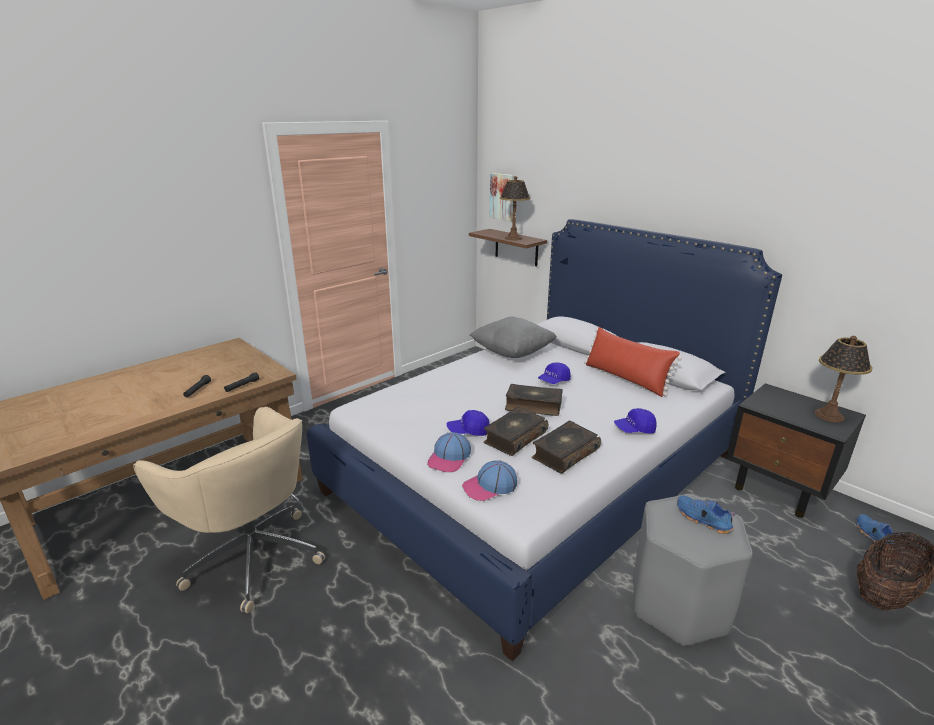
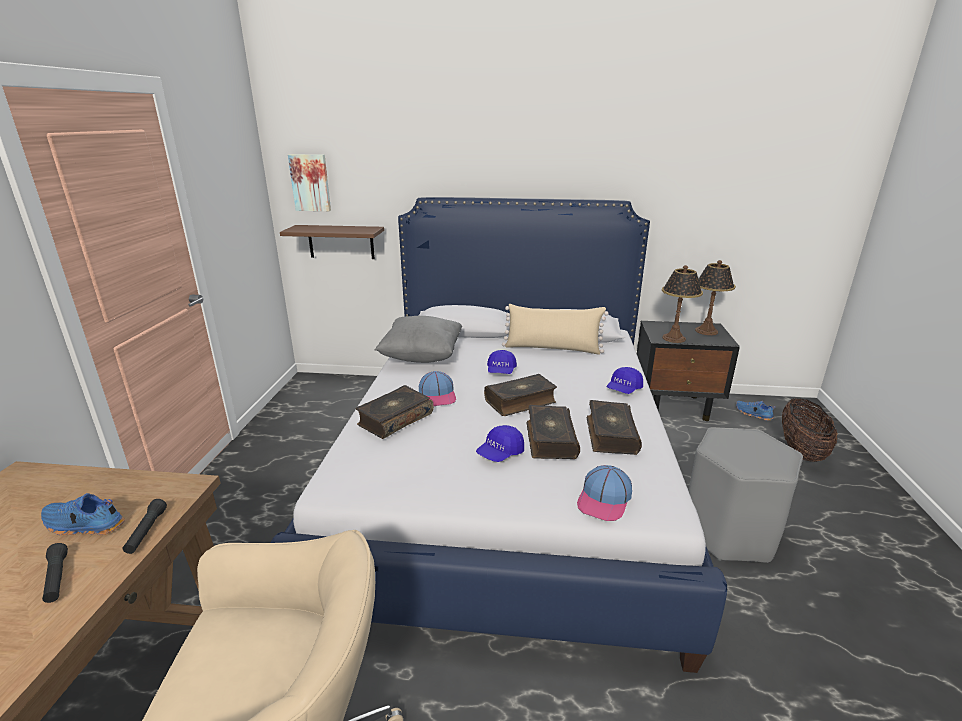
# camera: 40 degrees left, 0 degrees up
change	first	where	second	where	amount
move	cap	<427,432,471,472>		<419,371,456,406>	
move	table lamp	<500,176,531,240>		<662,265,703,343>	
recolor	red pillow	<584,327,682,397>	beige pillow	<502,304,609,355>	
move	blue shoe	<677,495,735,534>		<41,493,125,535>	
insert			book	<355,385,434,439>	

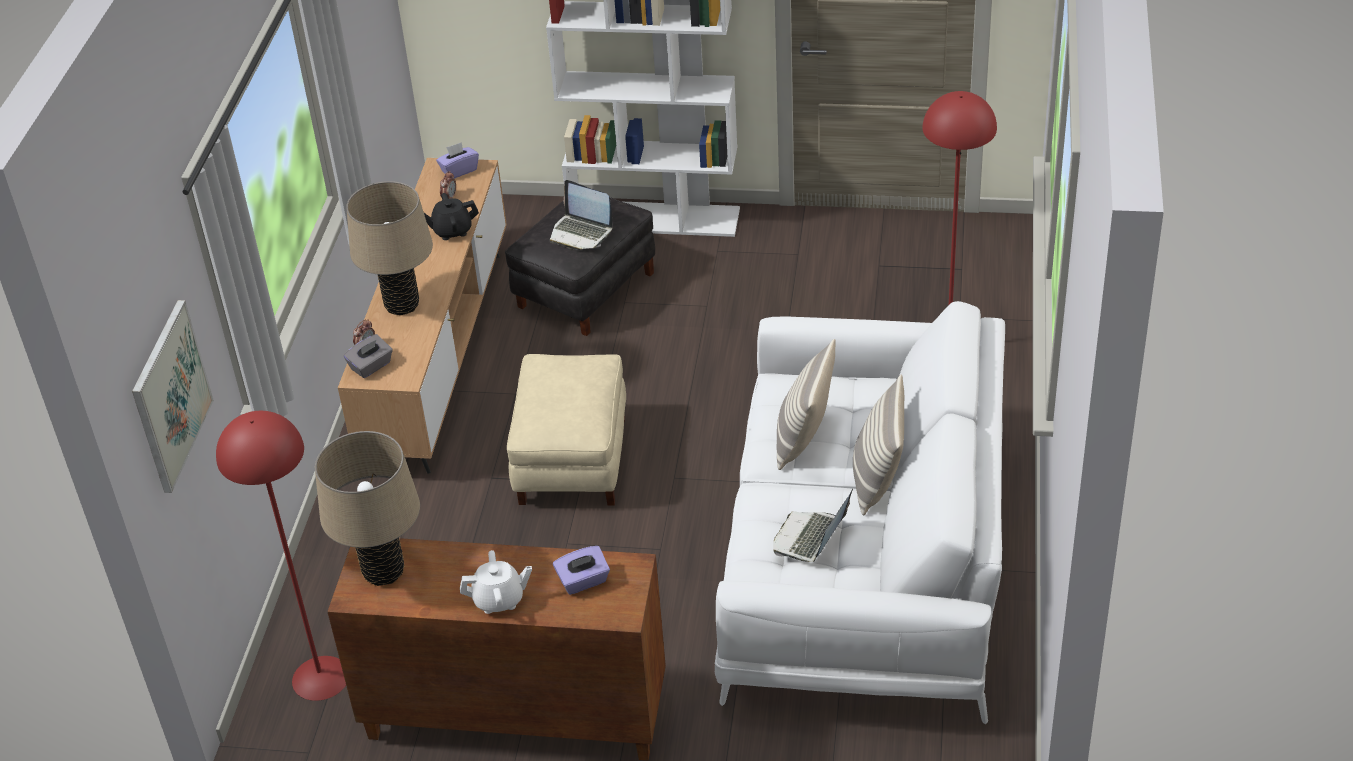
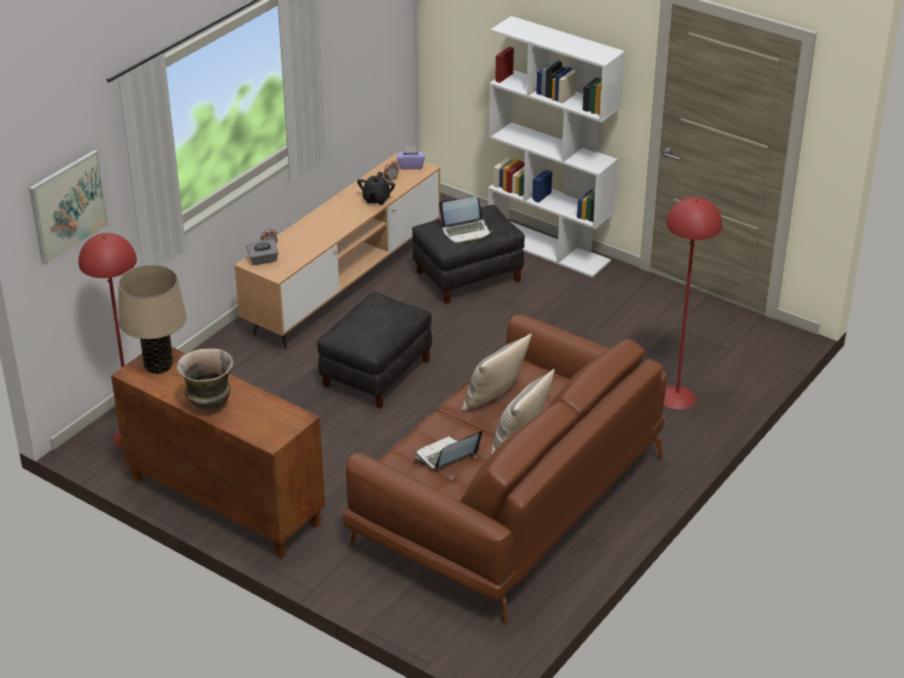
# camera: 25 degrees right, 5 degrees down
change	first	where	second	where	amount
delete	beige table lamp	<346,181,433,316>			
rotate	black teapot	<424,193,479,240>		<357,172,395,205>	90 degrees counterclockwise
replace	white teapot	<460,550,532,614>	vase	<177,348,233,413>	
recolor	beige ottoman	<507,354,626,506>	black ottoman	<317,292,432,409>	
rotate	laptop	<550,180,613,250>		<439,196,492,244>	75 degrees counterclockwise
delete	purple tissue box	<553,546,610,595>			
recolor	white sofa	<715,301,1005,724>	brown sofa	<343,315,667,626>	

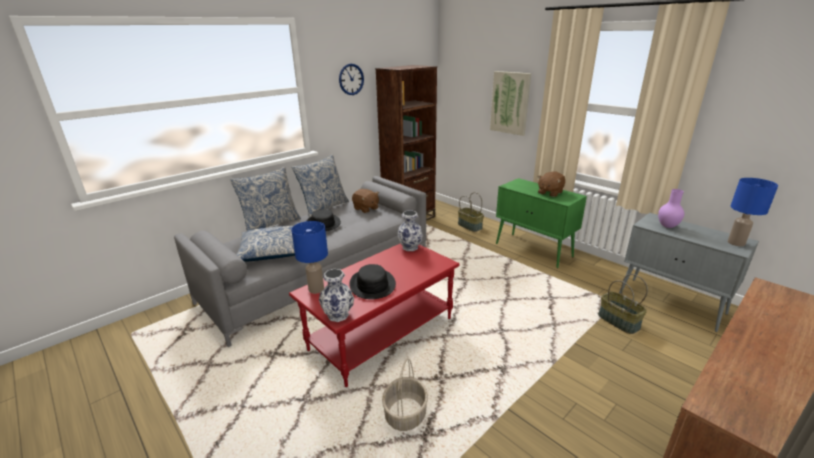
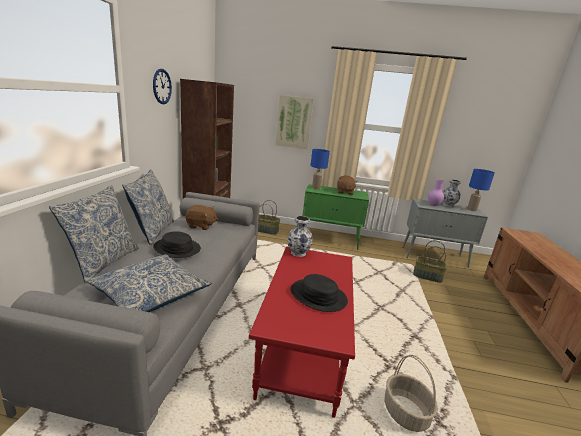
# camera: 40 degrees left, 5 degrees down
change	first	where	second	where	amount
move	blue table lamp	<291,221,328,294>		<310,149,330,189>	
move	vase	<319,269,354,322>		<443,179,461,207>	

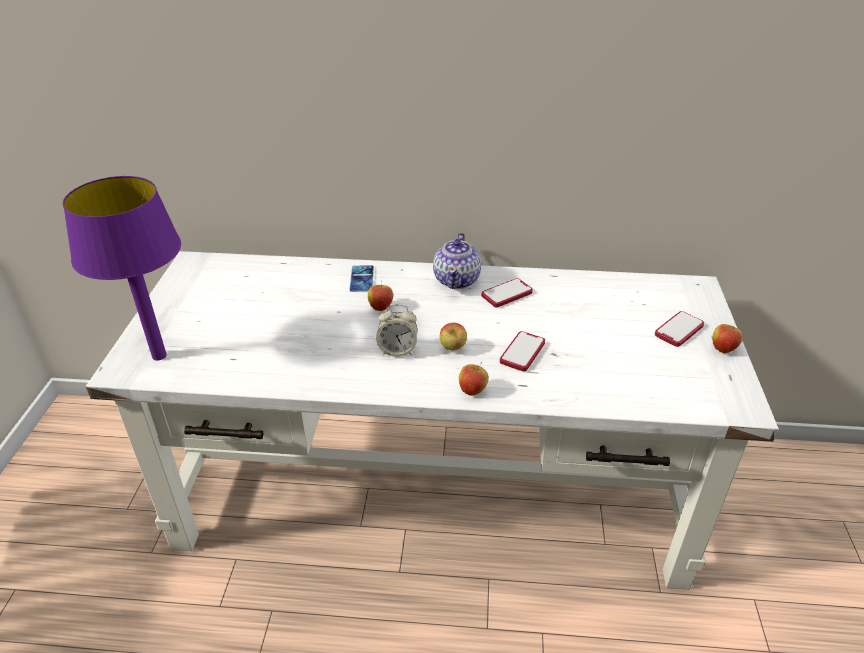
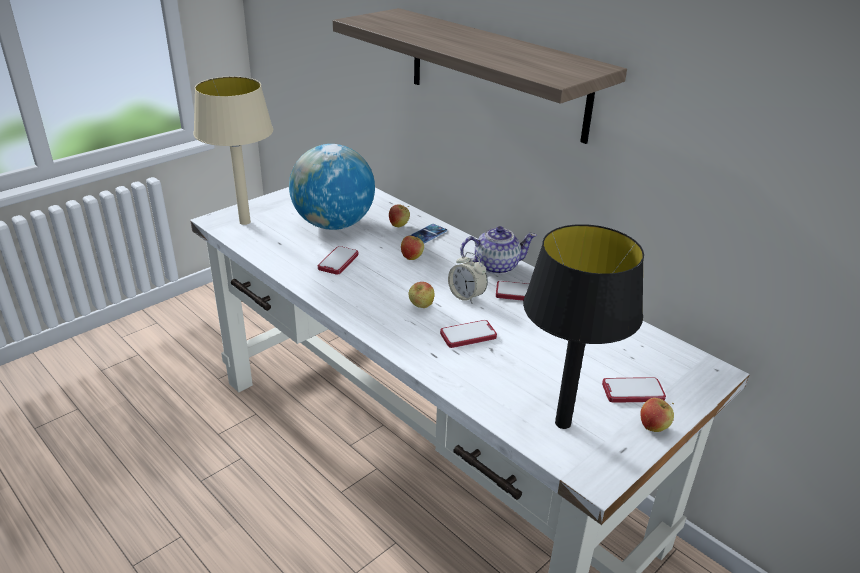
# camera: 40 degrees right, 5 degrees down
change	first	where	second	where	amount
recolor	purple table lamp	<63,176,181,361>	beige table lamp	<193,76,273,225>	
move	alarm clock	<376,304,417,357>		<448,252,488,303>	
rotate	teapot	<433,233,481,289>		<460,226,537,274>	150 degrees counterclockwise
move	apple	<459,362,489,396>		<389,204,410,228>	
insert			globe	<289,144,375,230>	
insert			phone	<318,246,359,275>	
insert			shelf	<333,8,627,144>	
insert			black table lamp	<523,224,644,429>	

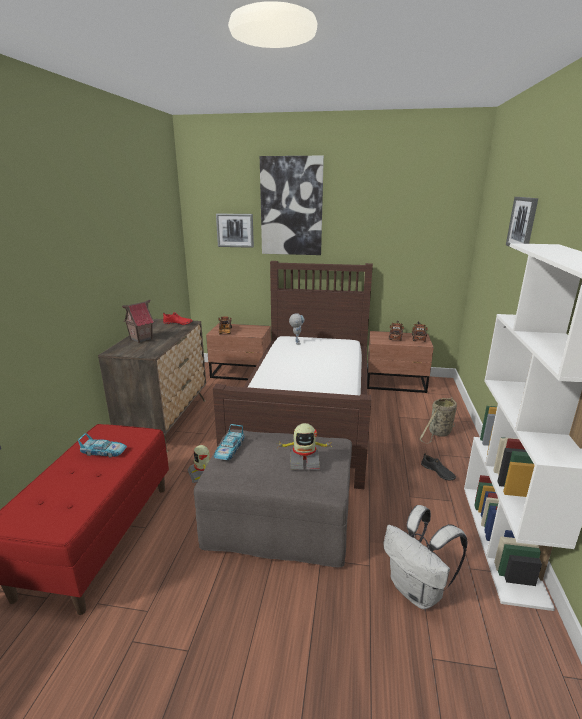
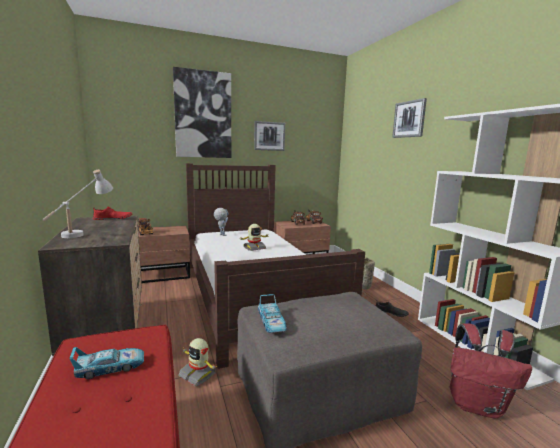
# camera: 30 degrees left, 10 degrees down
change	first	where	second	where	amount
replace	toy house	<122,300,155,343>	white table lamp	<42,170,113,238>	
move	picture	<216,214,254,248>		<254,121,285,151>	
move	toy robot	<276,423,333,470>		<240,224,269,251>	
recolor	white backpack	<383,505,467,609>	red backpack	<450,323,532,419>	

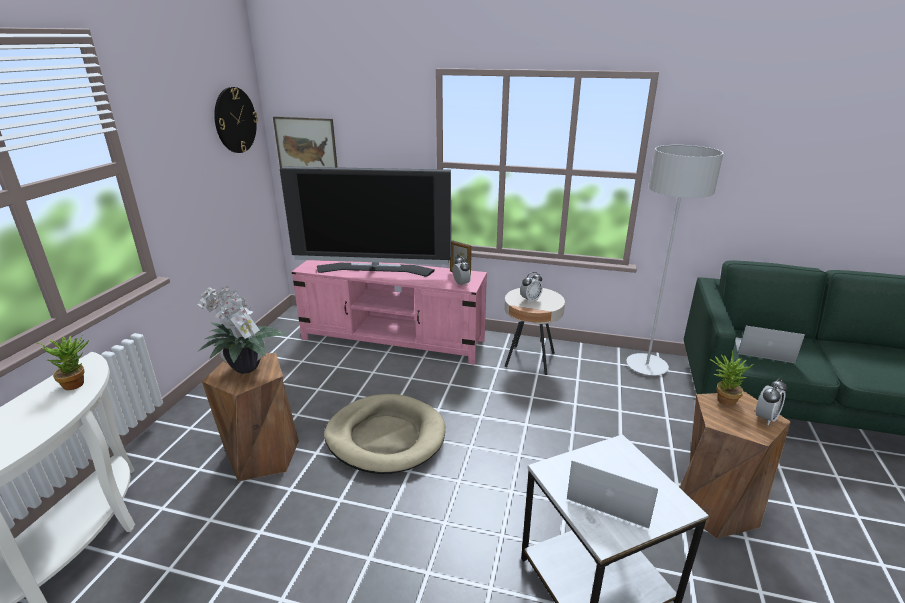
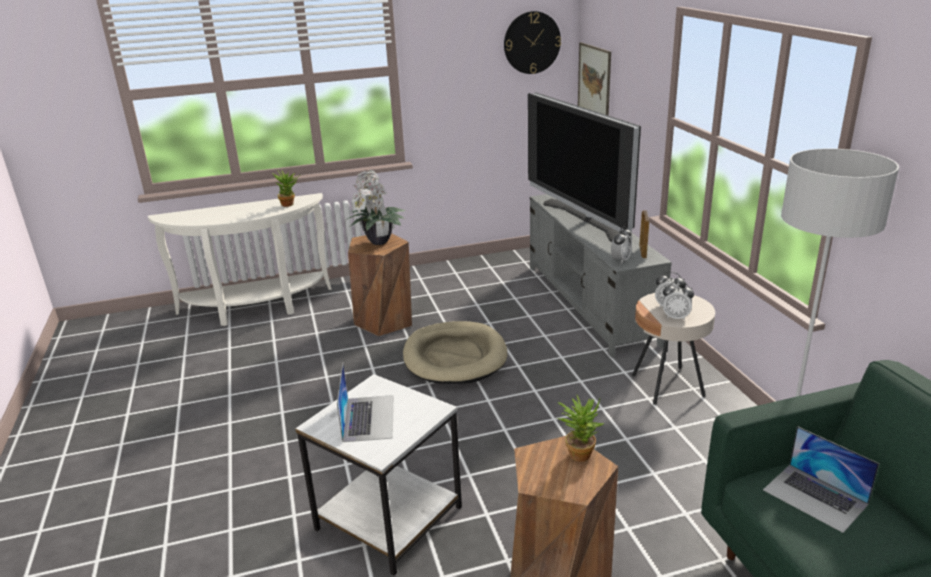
# camera: 60 degrees right, 0 degrees up
change	first	where	second	where	amount
recolor	pink tv stand	<292,260,487,365>	grey tv stand	<530,194,672,358>	
rotate	laptop	<735,326,805,363>		<763,426,879,533>	150 degrees clockwise
move	alarm clock	<756,378,788,425>		<663,282,694,321>	

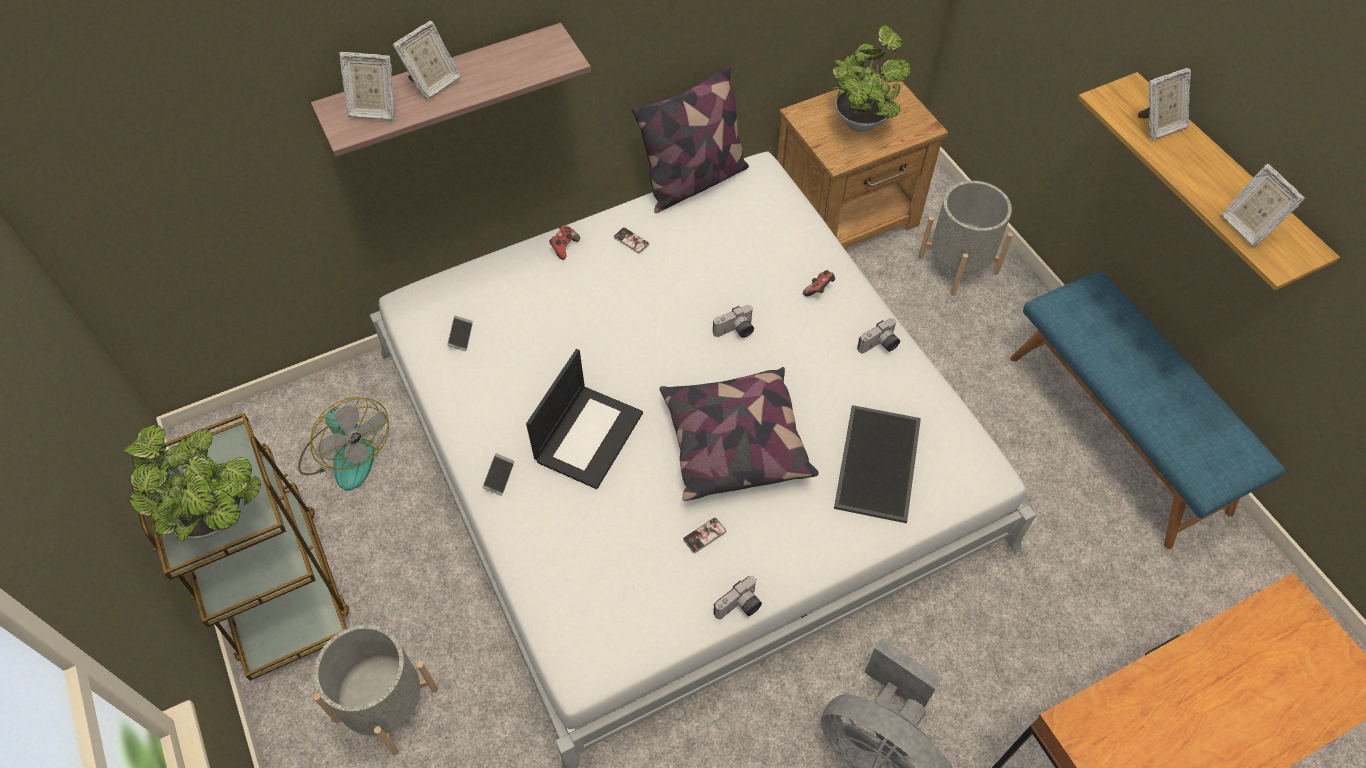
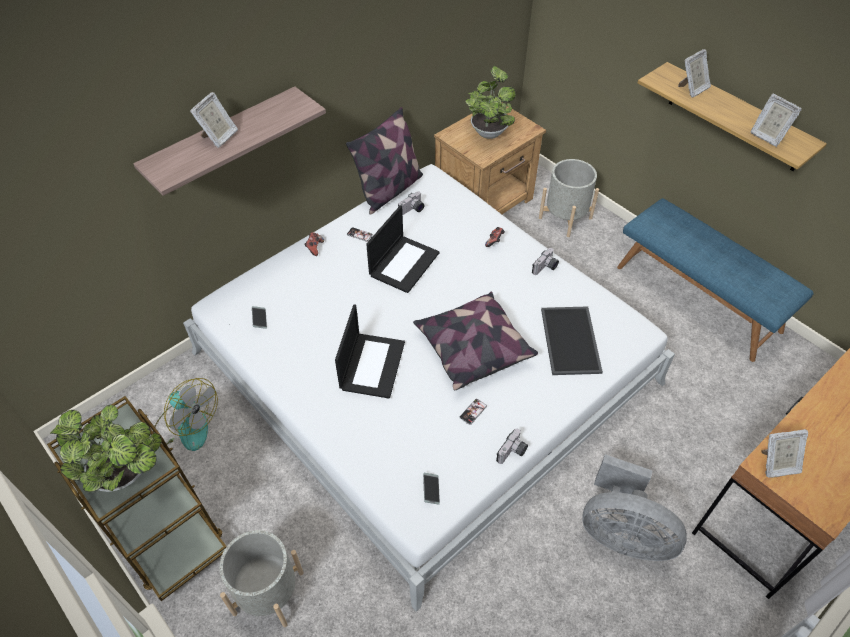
# camera: 15 degrees left, 5 degrees down
change	first	where	second	where	amount
move	picture frame	<339,52,394,120>		<761,429,808,478>	
move	phone	<483,453,514,496>		<423,473,440,505>	
move	photo camera	<713,305,754,338>		<398,191,424,215>	
insert			laptop	<366,205,440,293>	

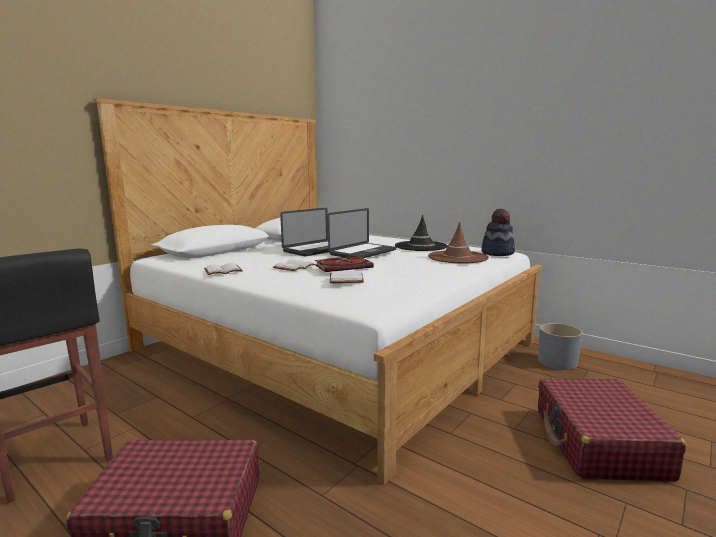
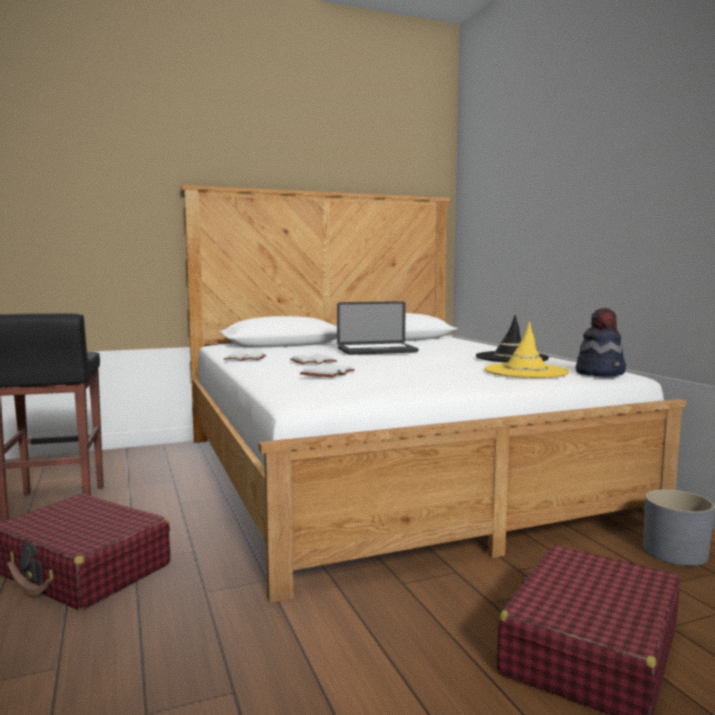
# camera: 30 degrees right, 5 degrees down
change	first	where	second	where	amount
delete	book	<315,256,374,272>			
delete	laptop	<328,208,396,258>			
recolor	brown hat	<428,221,489,263>	yellow hat	<484,322,570,378>	

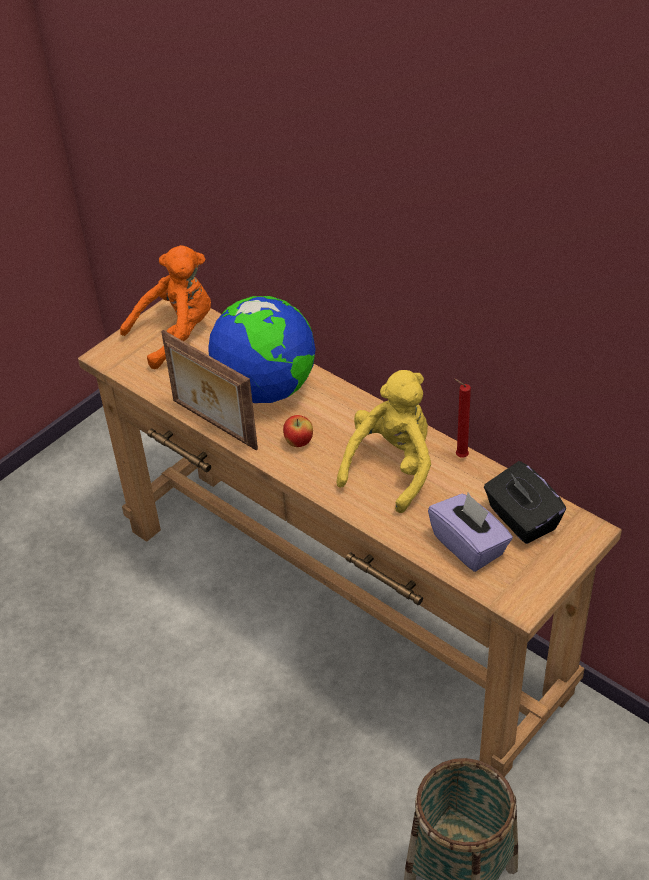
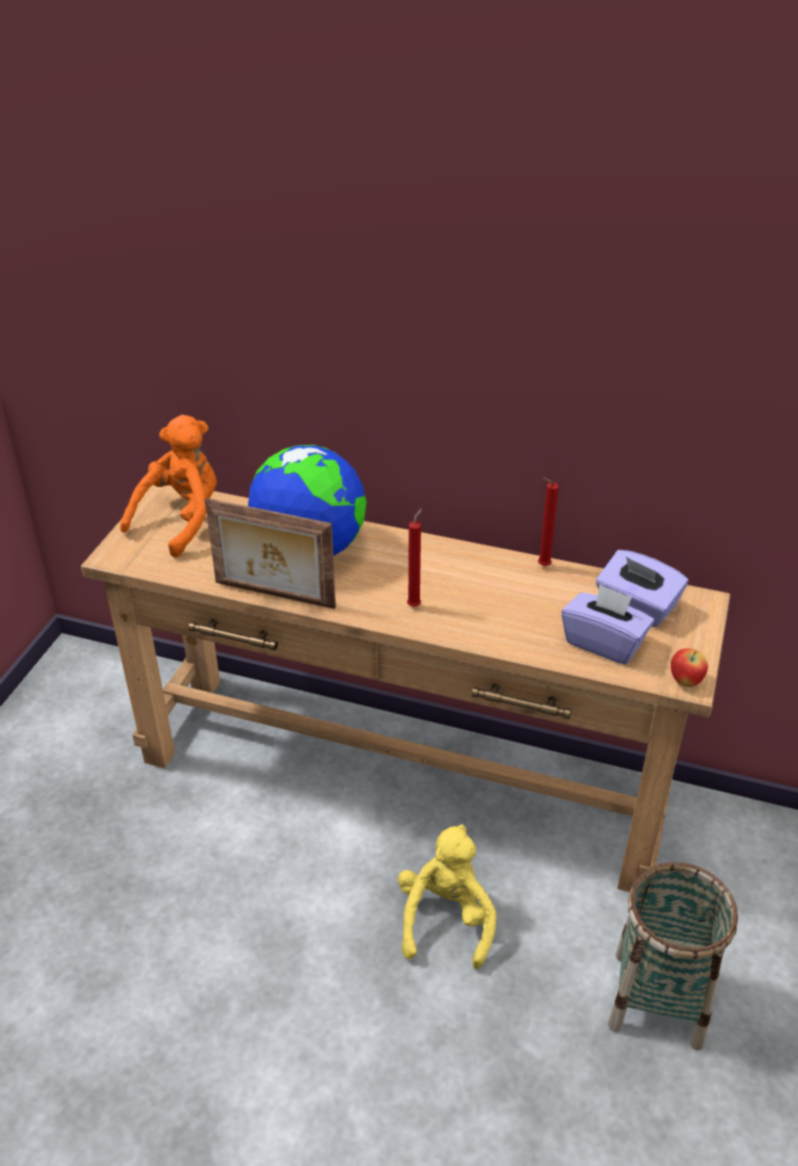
# camera: 25 degrees left, 5 degrees down
change	first	where	second	where	amount
move	apple	<283,415,313,447>		<671,648,708,687>	
move	yellow plush toy	<337,370,431,513>		<398,824,496,969>	
recolor	black tissue box	<484,461,566,544>	purple tissue box	<596,550,688,627>	
insert			red candle	<407,508,422,607>	

